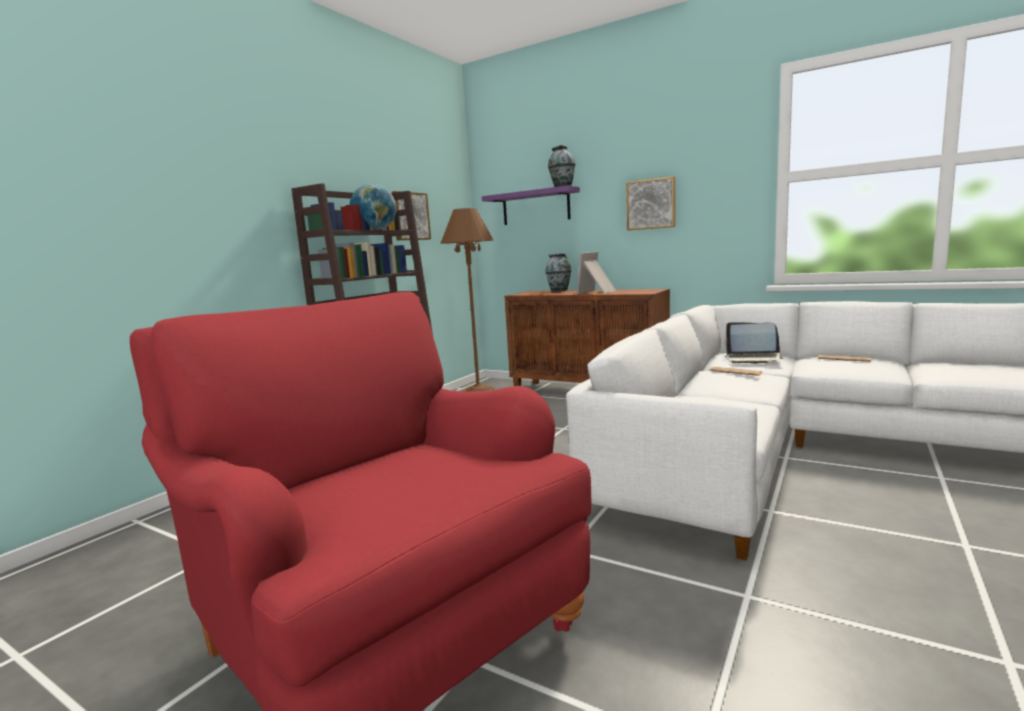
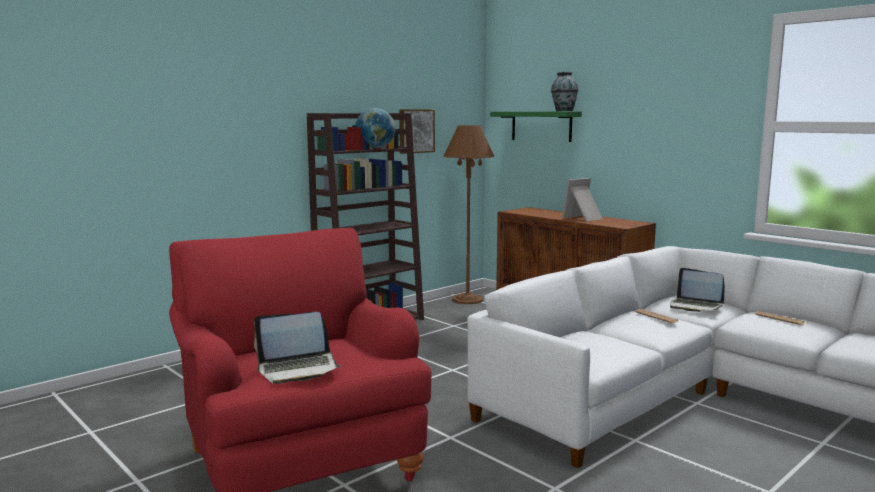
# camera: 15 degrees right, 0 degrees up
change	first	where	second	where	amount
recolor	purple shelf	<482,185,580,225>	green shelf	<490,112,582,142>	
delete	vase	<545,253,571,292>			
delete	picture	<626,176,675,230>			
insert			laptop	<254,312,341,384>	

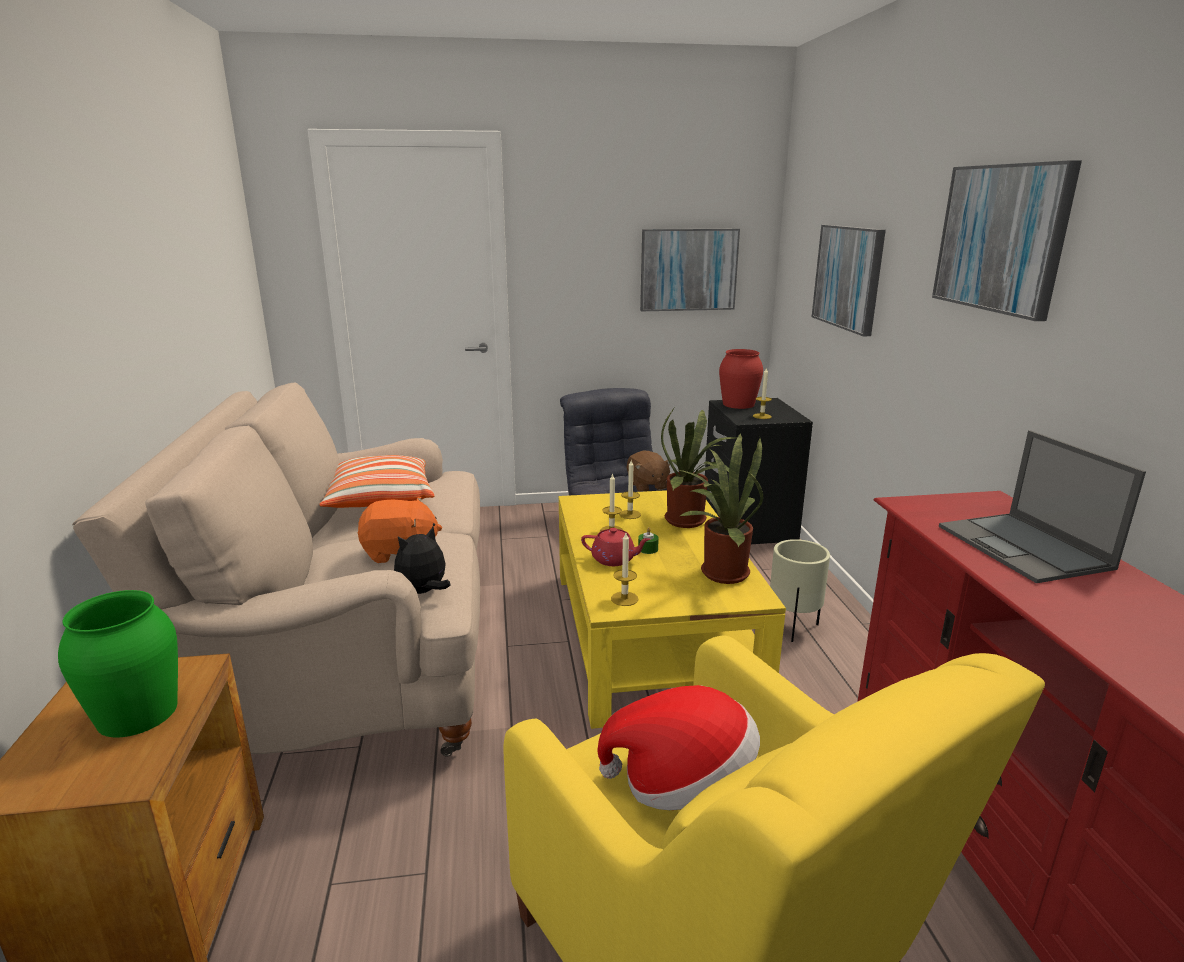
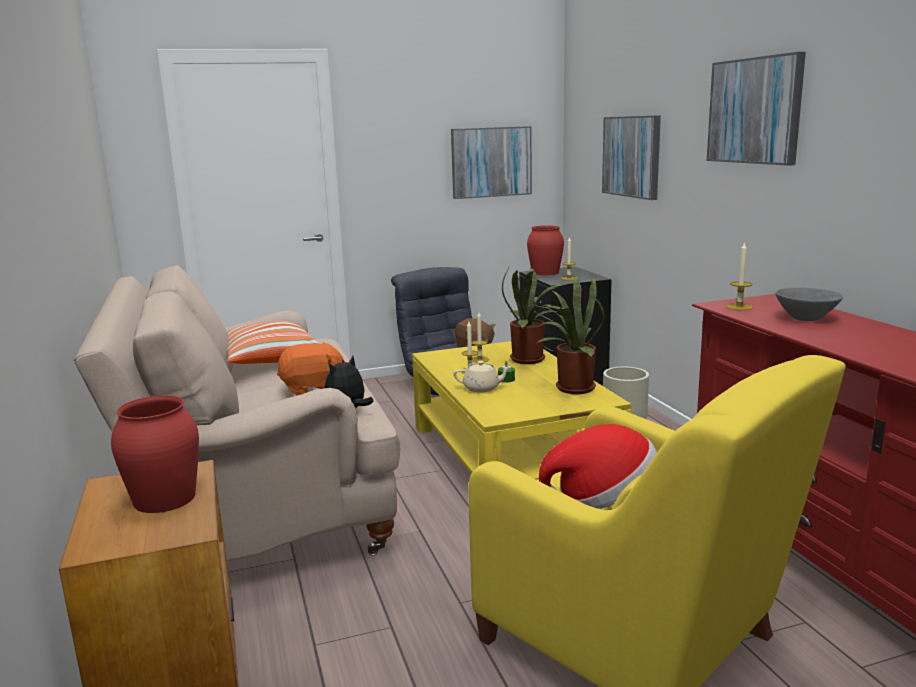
# camera: 10 degrees left, 5 degrees down
change	first	where	second	where	amount
recolor	green vase	<58,590,178,737>	red vase	<111,395,199,513>	
recolor	red teapot	<581,528,651,566>	beige teapot	<453,361,511,393>	
move	candle	<611,533,639,606>		<727,241,753,310>	
replace	laptop	<939,430,1146,583>	grey bowl	<775,288,843,321>	

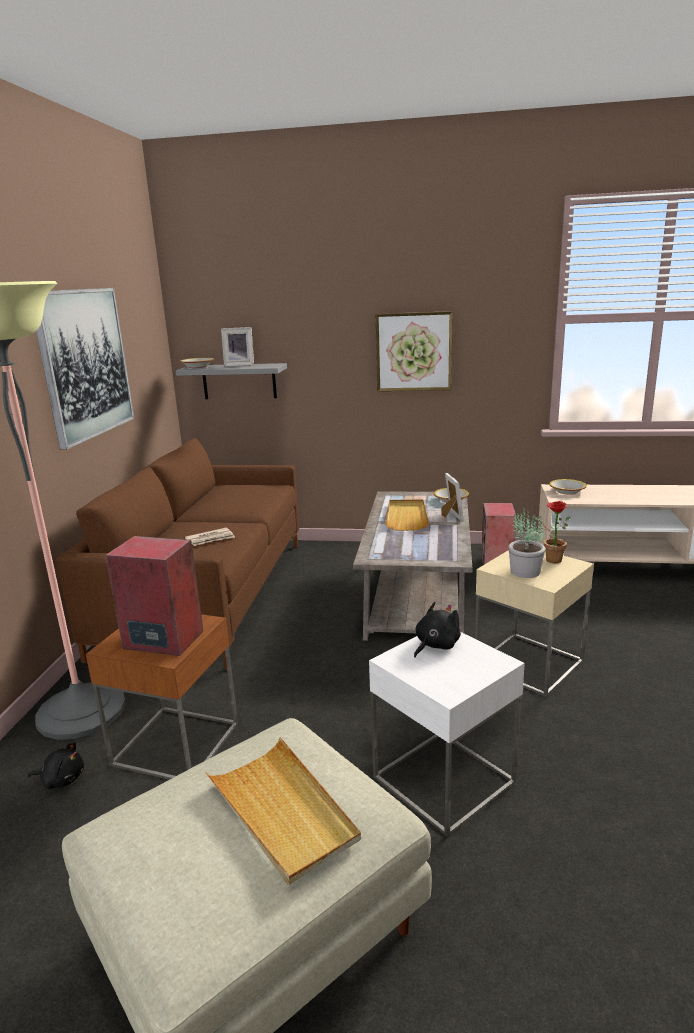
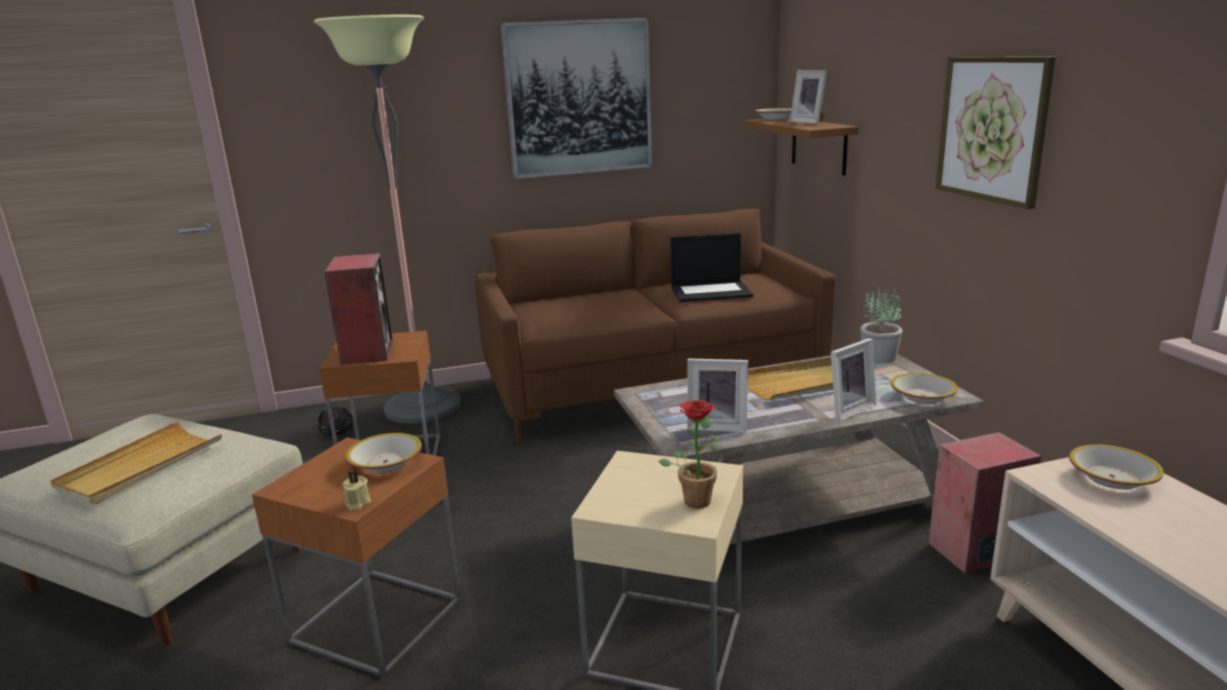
# camera: 65 degrees right, 0 degrees up
change	first	where	second	where	amount
recolor	grey shelf	<176,363,287,399>	brown shelf	<744,118,859,176>	
delete	newspaper	<185,528,235,546>			
recolor	white side table	<369,632,525,837>	brown side table	<252,437,461,678>	
replace	black plush toy	<414,602,461,657>	bowl	<345,433,422,473>	
move	potted plant	<508,508,545,578>		<860,285,903,363>	
insert			beige candle	<343,470,371,511>	
insert			laptop	<670,233,753,302>	
insert			picture frame	<687,358,748,432>	

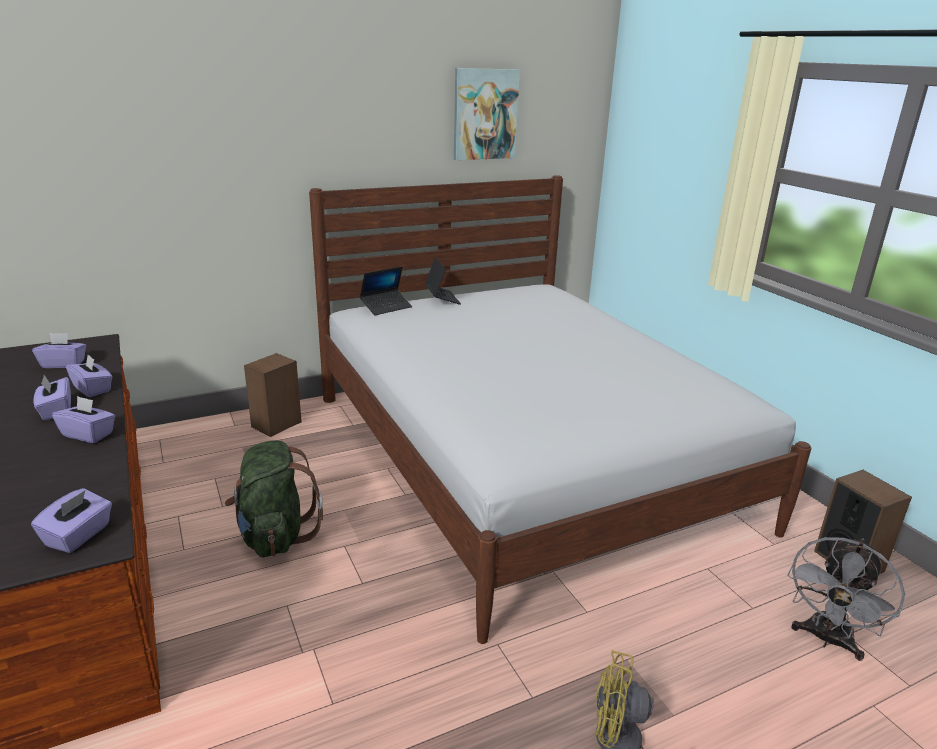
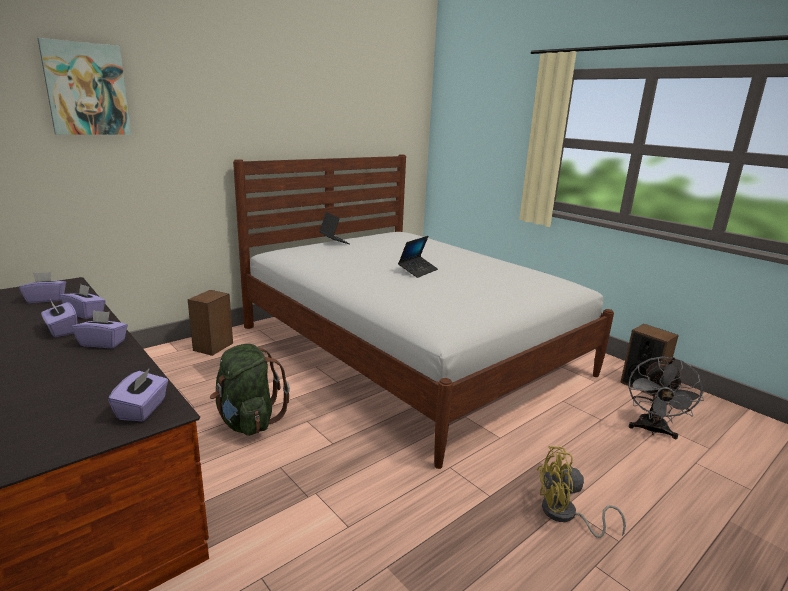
# camera: 15 degrees left, 5 degrees down
change	first	where	second	where	amount
move	laptop	<360,266,412,315>		<398,236,438,278>	
move	picture	<454,68,520,160>		<38,38,131,135>	

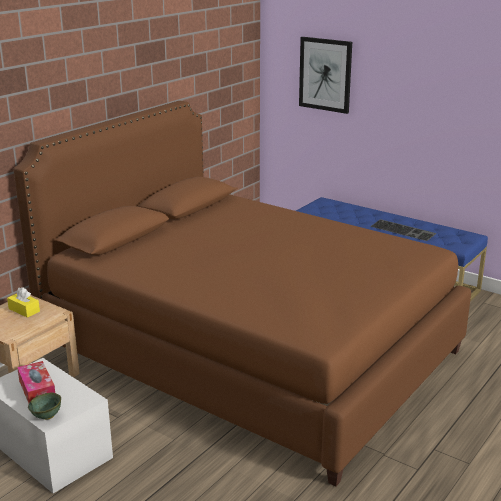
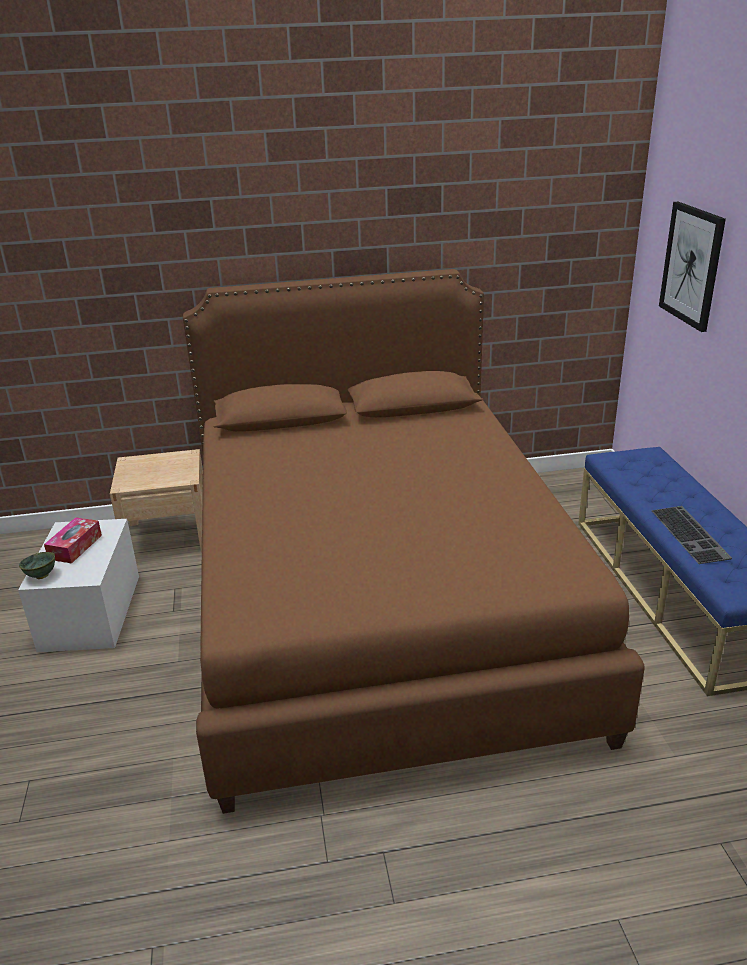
# camera: 45 degrees right, 5 degrees up
change	first	where	second	where	amount
delete	yellow tissue box	<7,287,40,318>			

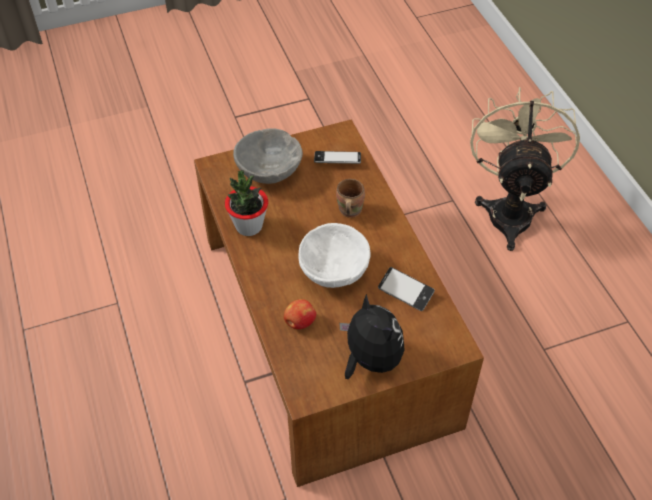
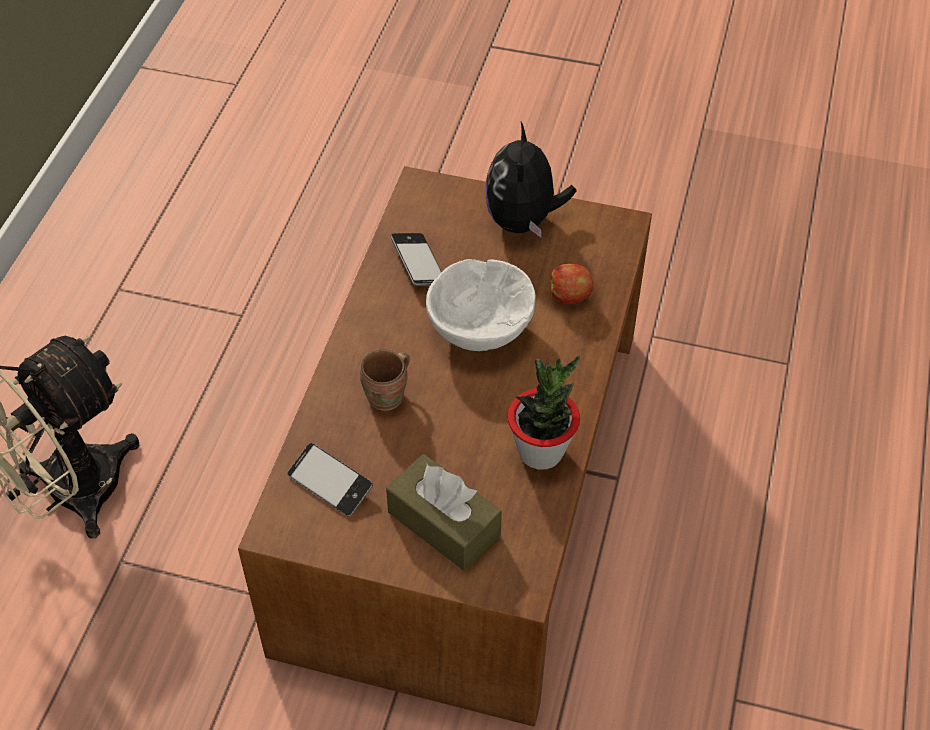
# camera: 145 degrees left, 0 degrees up
change	first	where	second	where	amount
replace	grey bowl	<233,128,303,184>	brown tissue box	<386,454,502,571>	

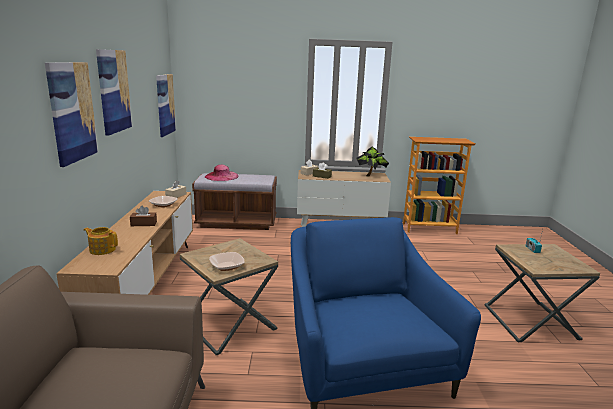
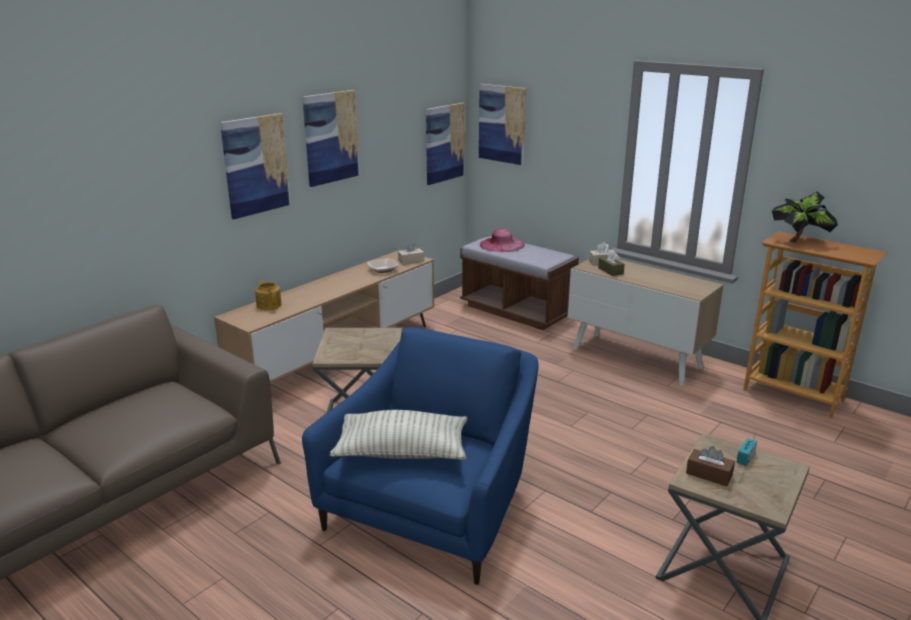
# camera: 40 degrees right, 5 degrees up
change	first	where	second	where	amount
move	brown tissue box	<130,206,157,226>		<686,446,735,486>	
delete	bowl	<209,252,245,271>			
move	potted plant	<356,147,389,177>		<772,192,838,243>	
insert			pillow	<330,410,467,460>	
insert			picture	<479,84,527,165>	

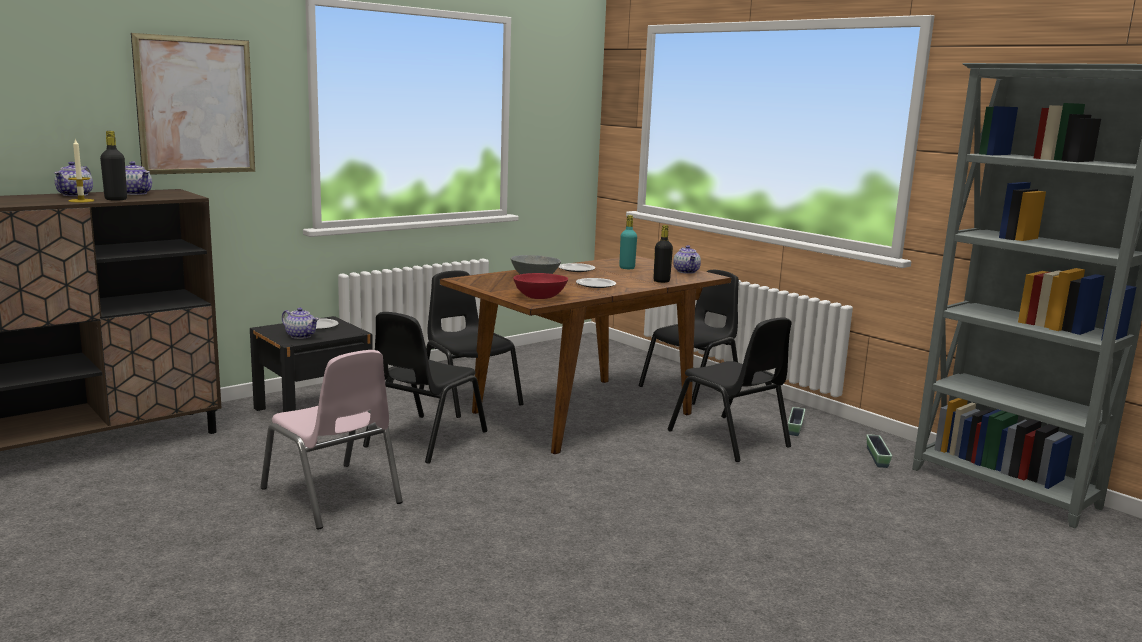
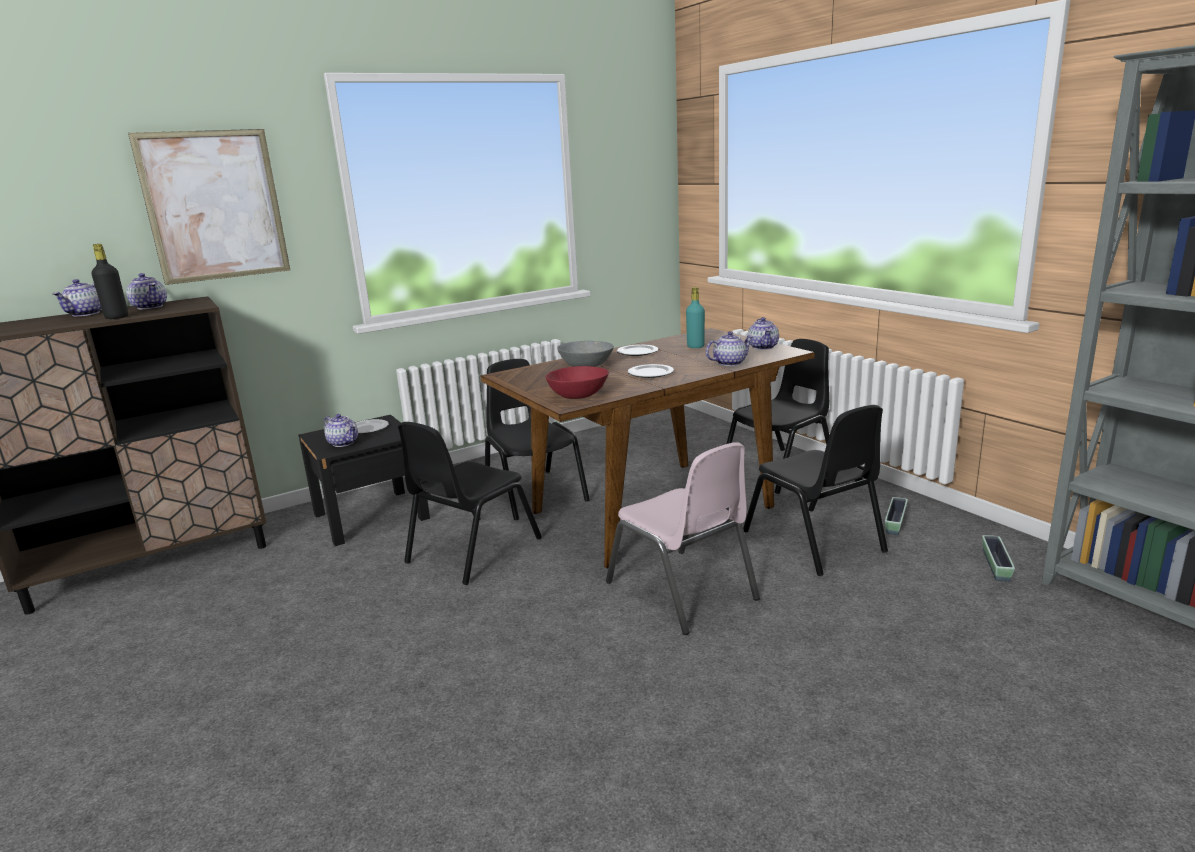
# camera: 10 degrees right, 5 degrees up
change	first	where	second	where	amount
delete	candle	<68,138,94,203>			
move	pink chair	<261,350,403,529>		<606,442,760,635>	
replace	black bottle	<653,225,673,283>	teapot	<706,331,753,366>	

